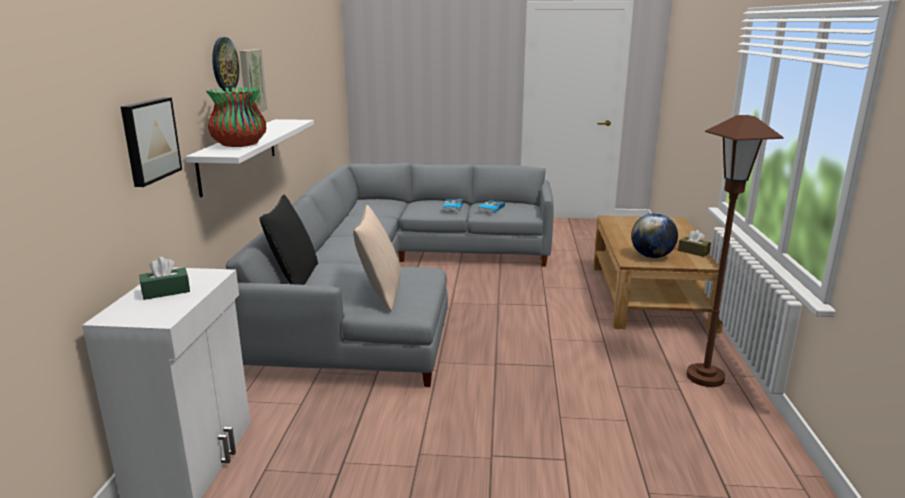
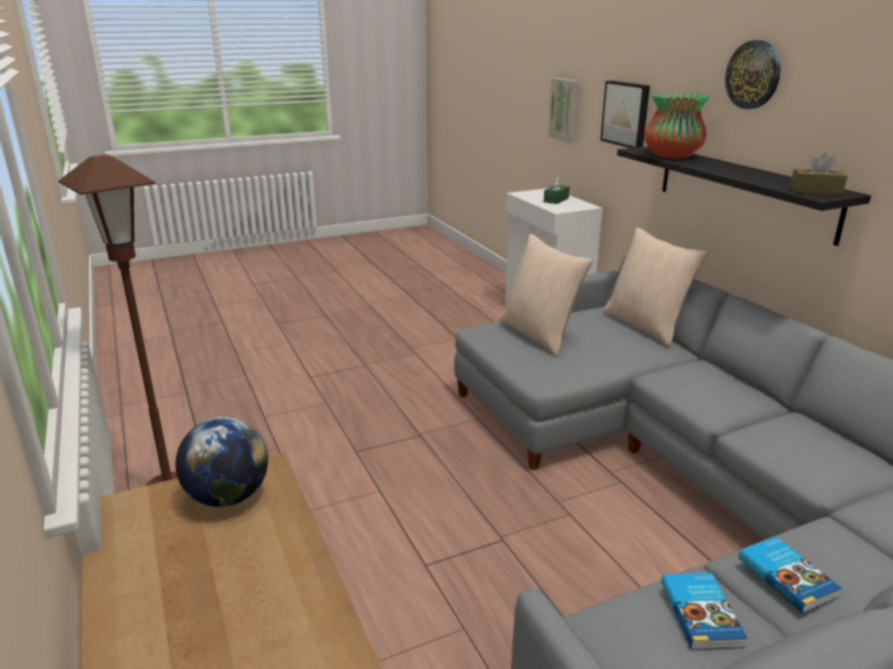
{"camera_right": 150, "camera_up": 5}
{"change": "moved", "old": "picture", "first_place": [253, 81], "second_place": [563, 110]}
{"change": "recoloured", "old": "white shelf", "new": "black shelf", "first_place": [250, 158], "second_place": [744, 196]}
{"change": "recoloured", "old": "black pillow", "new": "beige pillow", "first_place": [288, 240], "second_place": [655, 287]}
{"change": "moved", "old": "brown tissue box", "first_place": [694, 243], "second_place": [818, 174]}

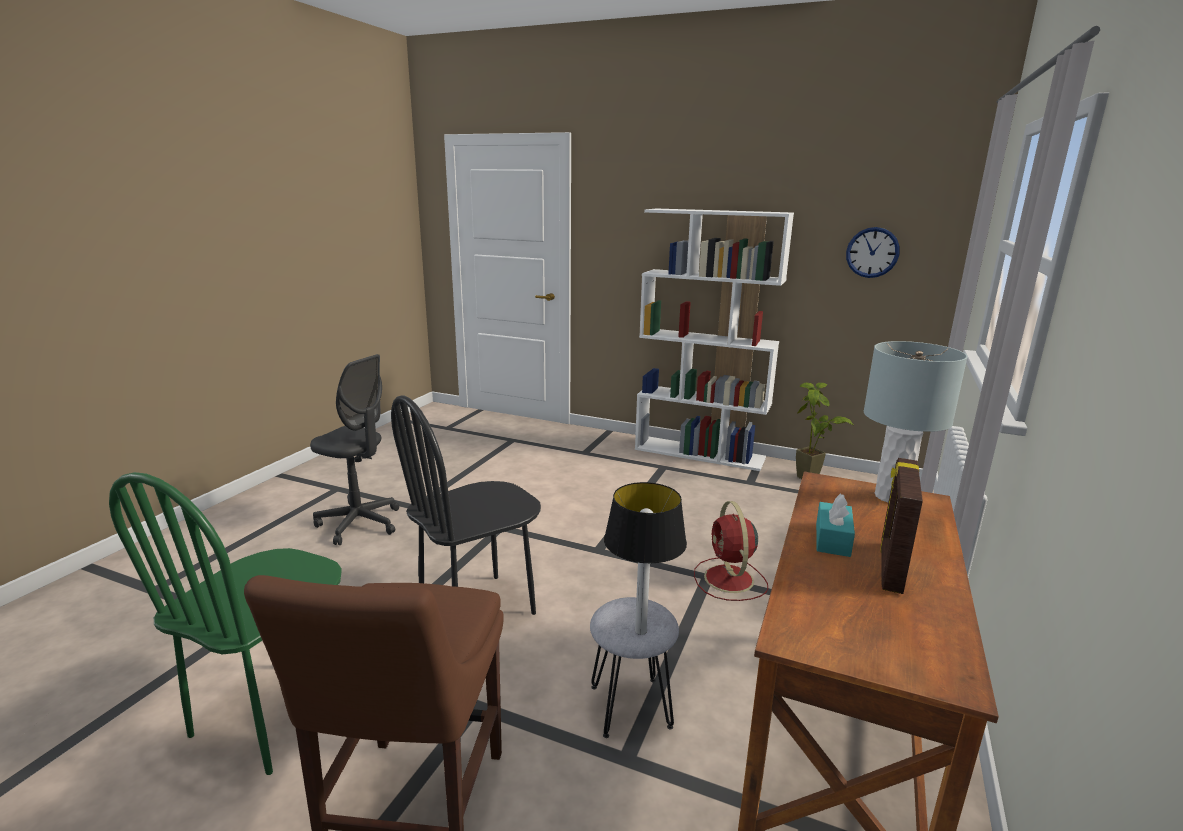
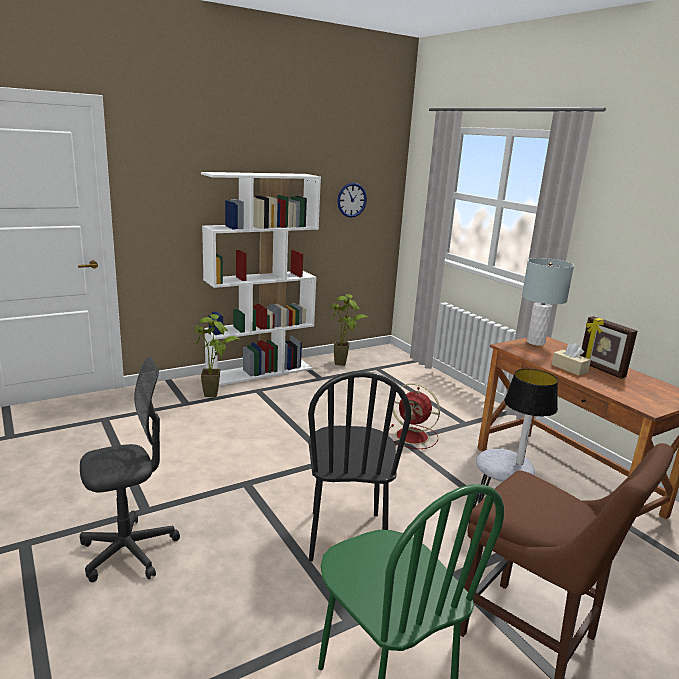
{"camera_right": -55, "camera_up": 0}
{"change": "recoloured", "old": "turquoise tissue box", "new": "beige tissue box", "first_place": [835, 525], "second_place": [571, 359]}
{"change": "added", "new": "potted plant", "second_place": [217, 355]}

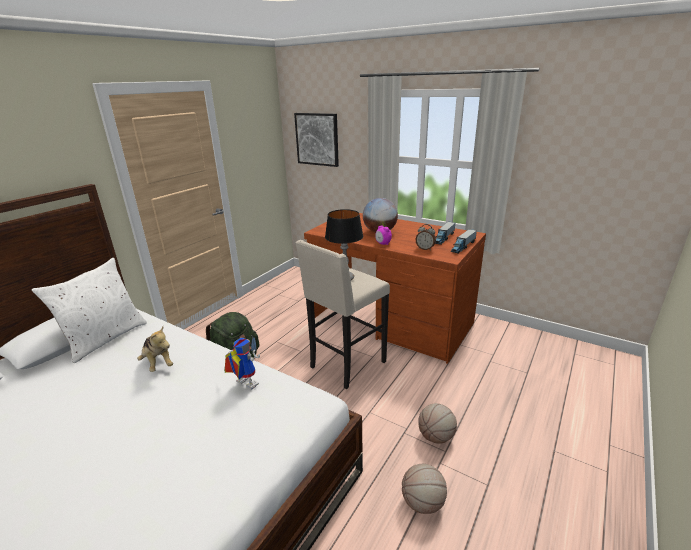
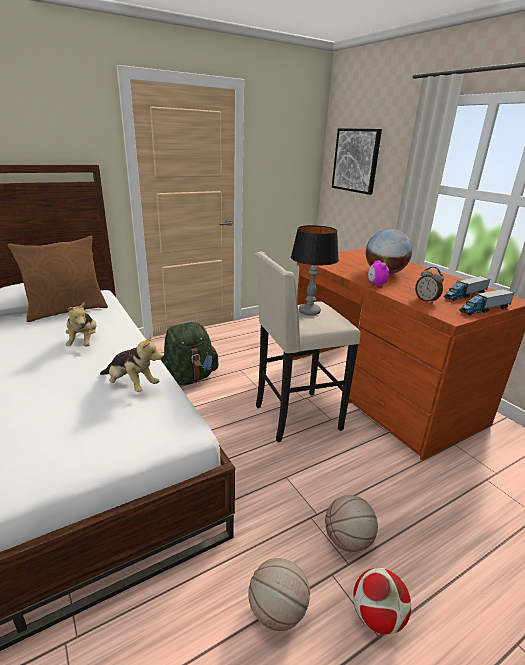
{"camera_right": 25, "camera_up": 0}
{"change": "recoloured", "old": "white pillow", "new": "brown pillow", "first_place": [89, 310], "second_place": [58, 279]}
{"change": "replaced", "old": "toy robot", "new": "plush toy", "first_place": [242, 364], "second_place": [131, 362]}
{"change": "added", "new": "football", "second_place": [382, 601]}

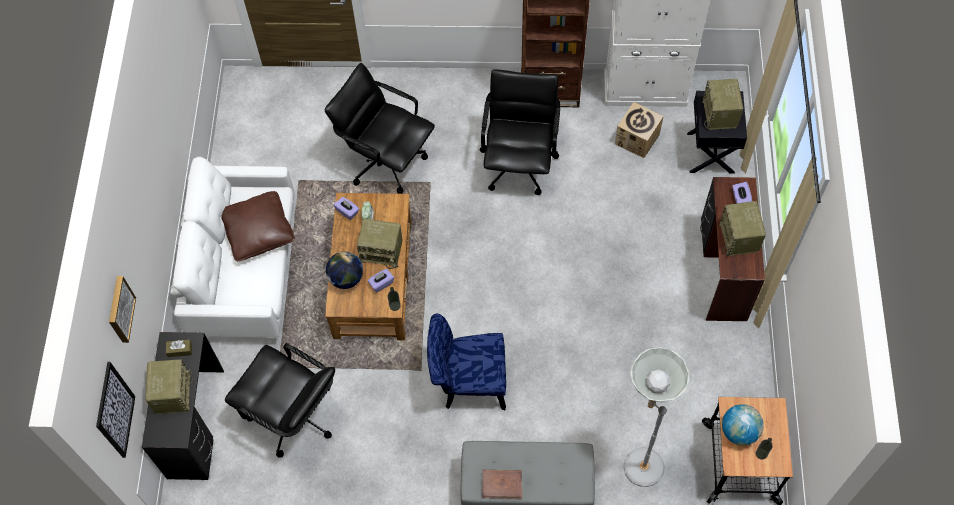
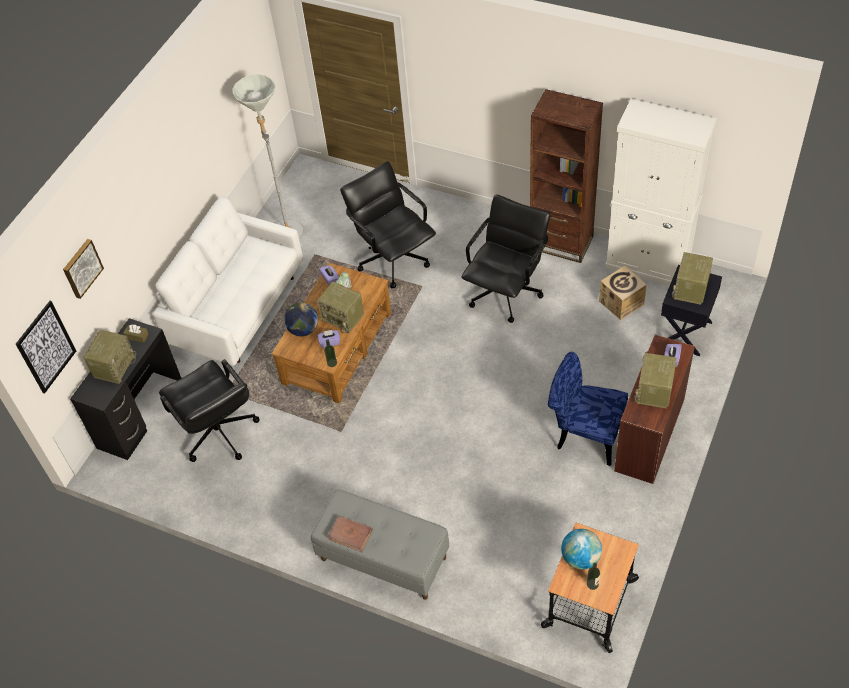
{"camera_right": 25, "camera_up": -10}
{"change": "removed", "old": "brown pillow", "first_place": [258, 226]}
{"change": "moved", "old": "blue chair", "first_place": [466, 362], "second_place": [588, 409]}
{"change": "moved", "old": "grey floor lamp", "first_place": [657, 417], "second_place": [267, 155]}

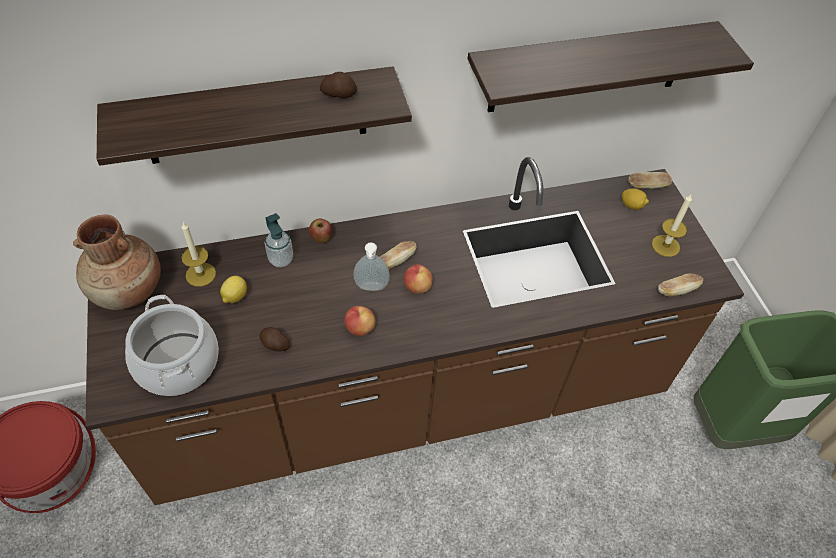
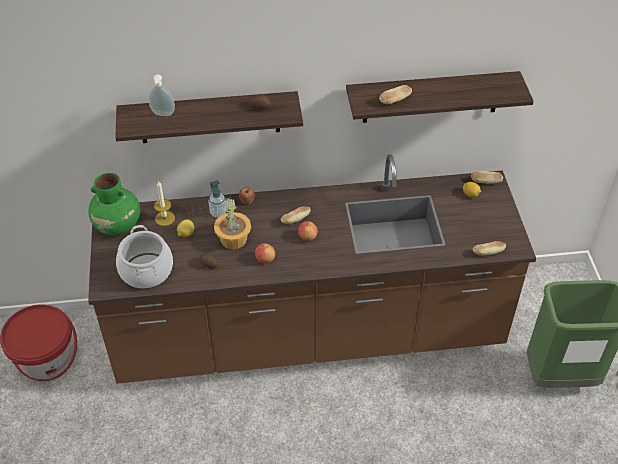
{"camera_right": 10, "camera_up": -5}
{"change": "removed", "old": "candle", "first_place": [672, 225]}
{"change": "recoloured", "old": "brown vase", "new": "green vase", "first_place": [117, 262], "second_place": [114, 204]}
{"change": "moved", "old": "soap dispenser", "first_place": [371, 266], "second_place": [162, 95]}
{"change": "added", "new": "bread", "second_place": [395, 94]}
{"change": "added", "new": "potted plant", "second_place": [232, 223]}

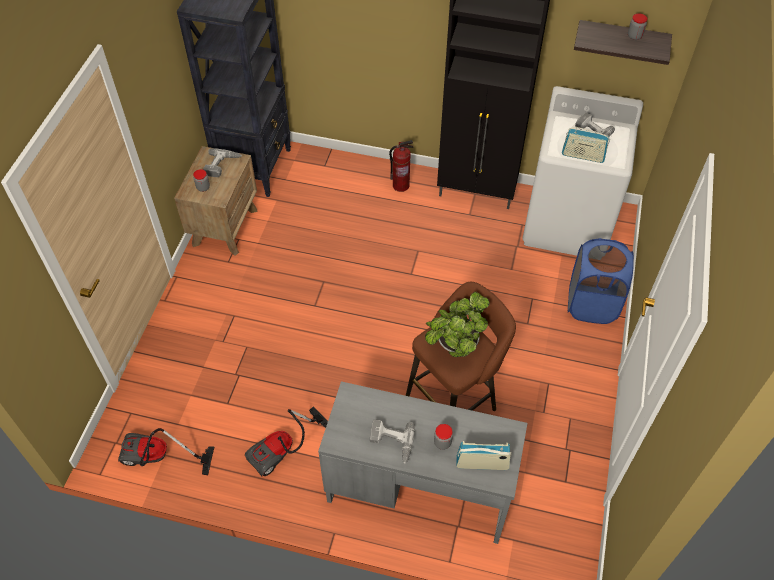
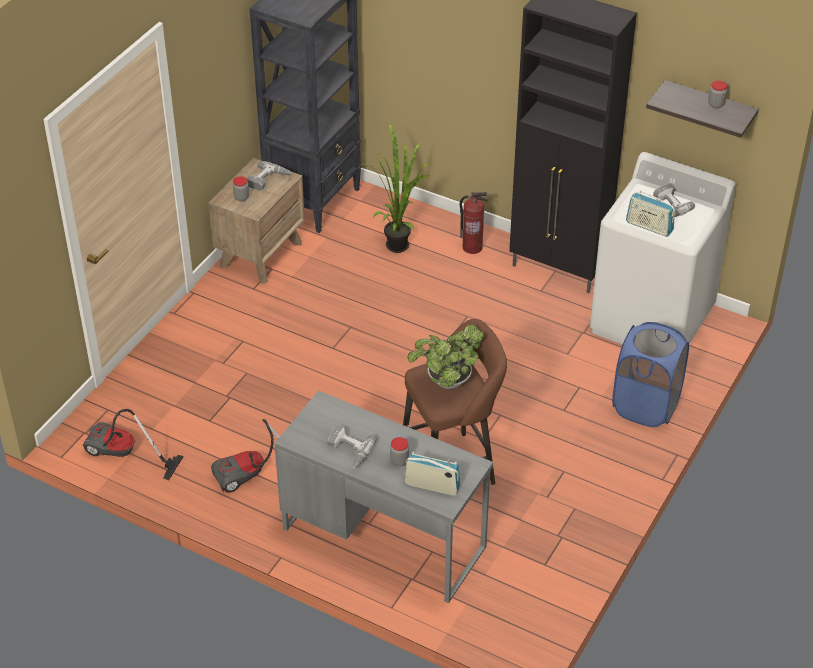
{"camera_right": 15, "camera_up": -10}
{"change": "added", "new": "potted plant", "second_place": [396, 187]}

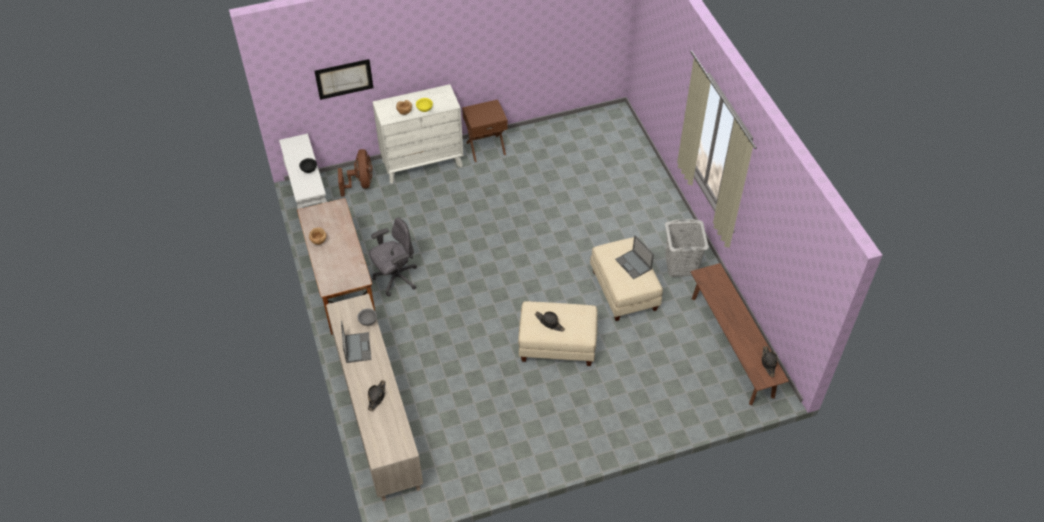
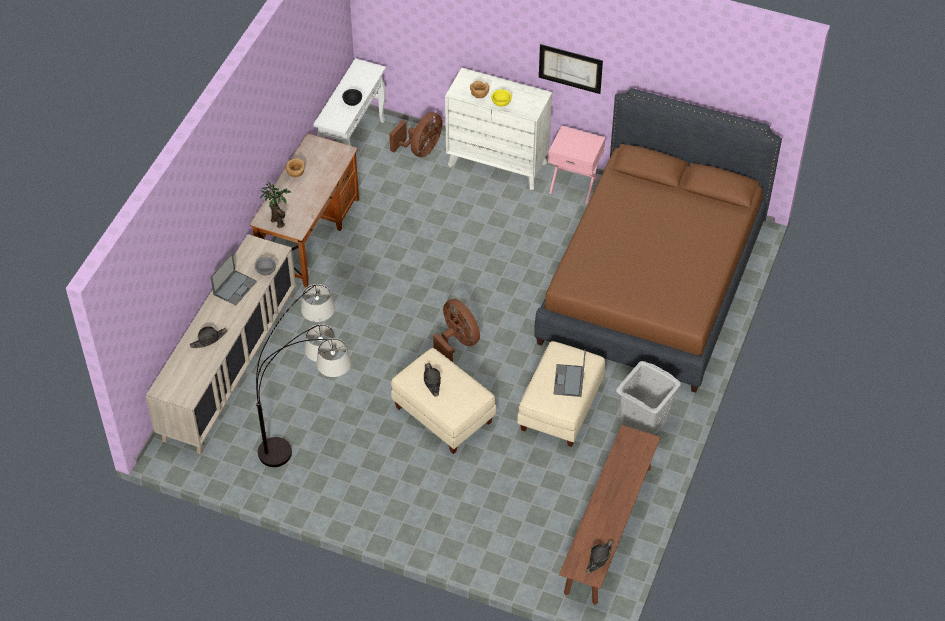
{"camera_right": 40, "camera_up": 0}
{"change": "moved", "old": "picture", "first_place": [343, 79], "second_place": [571, 69]}
{"change": "recoloured", "old": "brown nightstand", "new": "pink nightstand", "first_place": [485, 130], "second_place": [576, 165]}
{"change": "removed", "old": "grey office chair", "first_place": [393, 257]}
{"change": "added", "new": "brown bed", "second_place": [658, 240]}
{"change": "added", "new": "potted plant", "second_place": [275, 204]}
{"change": "added", "new": "floor lamp", "second_place": [303, 375]}
{"change": "added", "new": "brown fan", "second_place": [456, 330]}

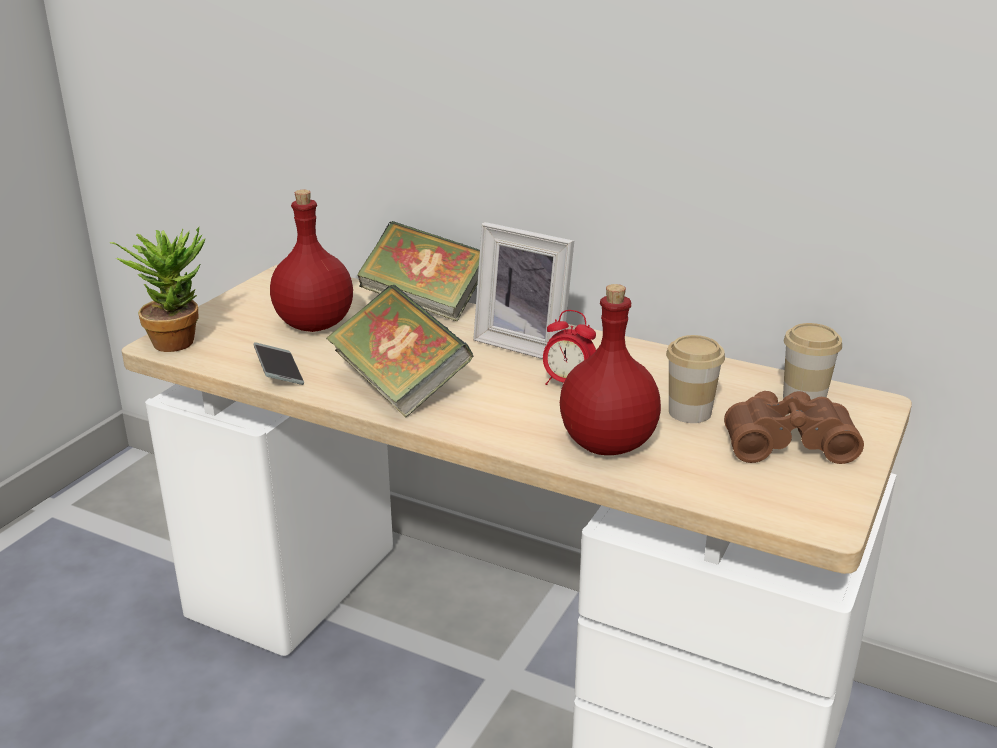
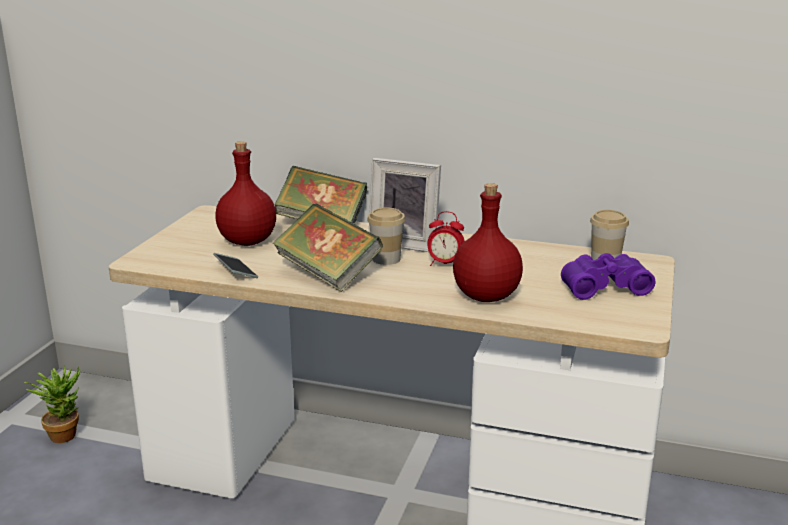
{"camera_right": -10, "camera_up": -5}
{"change": "moved", "old": "potted plant", "first_place": [157, 289], "second_place": [52, 404]}
{"change": "moved", "old": "cup", "first_place": [695, 379], "second_place": [386, 236]}
{"change": "recoloured", "old": "brown binoculars", "new": "purple binoculars", "first_place": [794, 427], "second_place": [608, 276]}

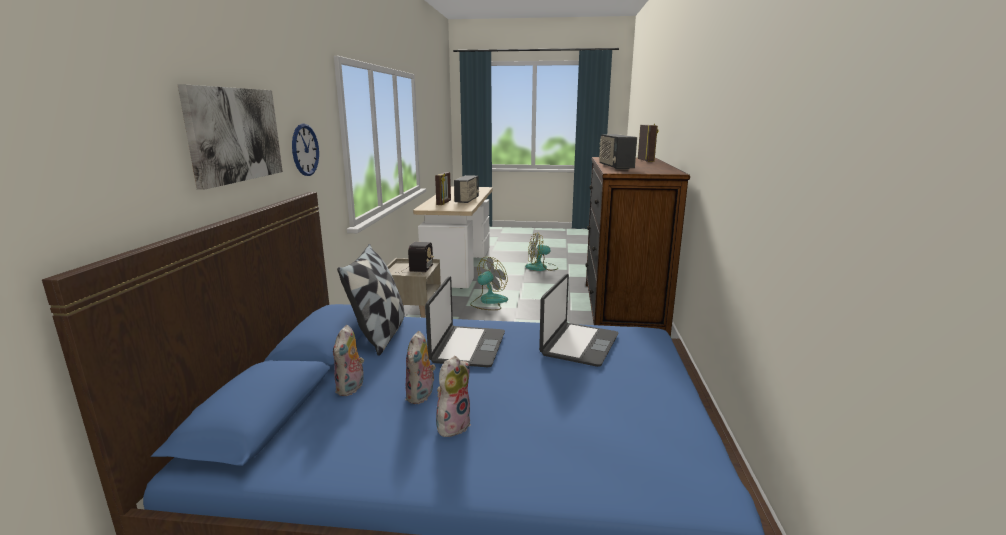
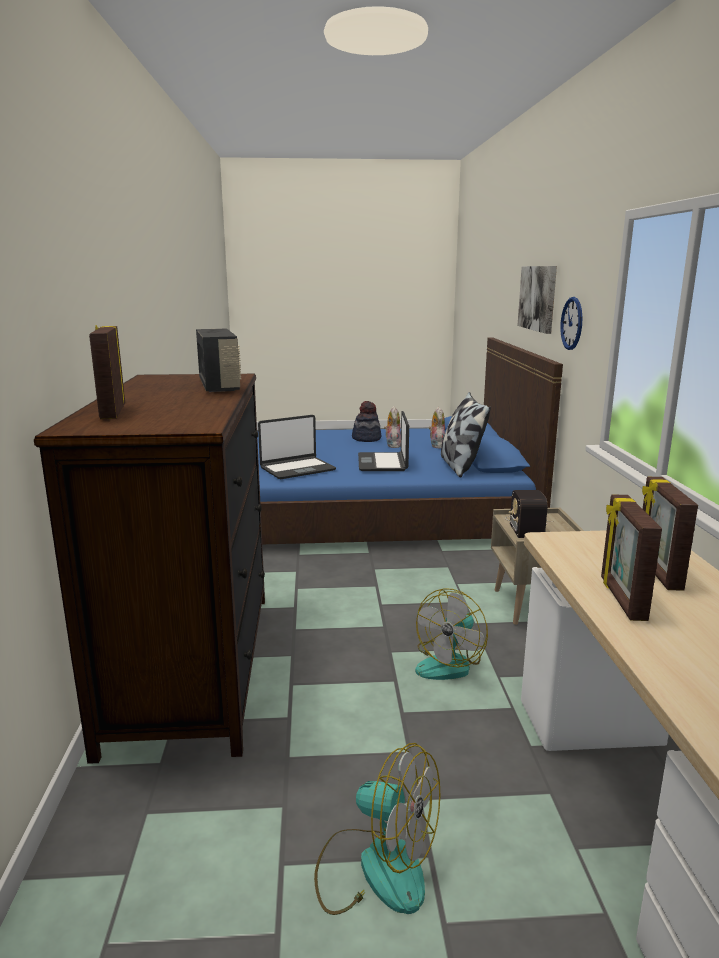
{"camera_right": 170, "camera_up": 0}
{"change": "replaced", "old": "radio", "new": "picture frame", "first_place": [466, 189], "second_place": [631, 558]}
{"change": "turned", "old": "fan", "first_place": [541, 252], "second_place": [377, 829], "degrees": 45}
{"change": "turned", "old": "laptop", "first_place": [579, 320], "second_place": [297, 447], "degrees": -135}
{"change": "replaced", "old": "plush toy", "new": "hat", "first_place": [453, 396], "second_place": [366, 421]}

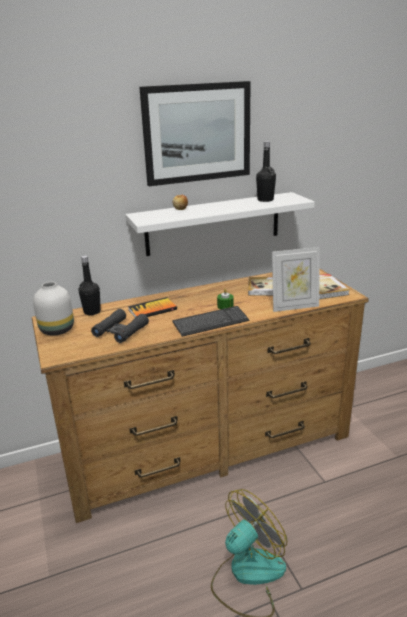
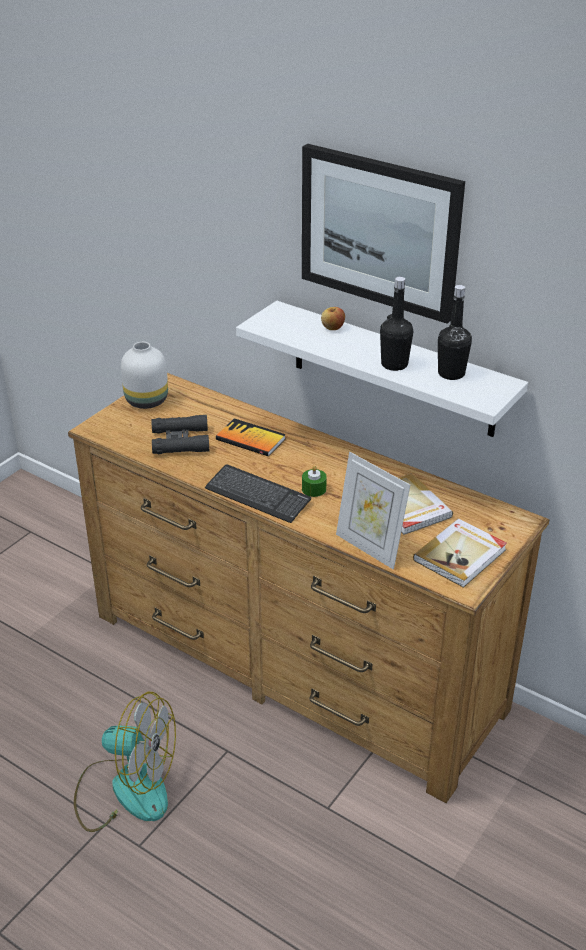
{"camera_right": 55, "camera_up": 10}
{"change": "moved", "old": "black bottle", "first_place": [89, 285], "second_place": [396, 324]}

